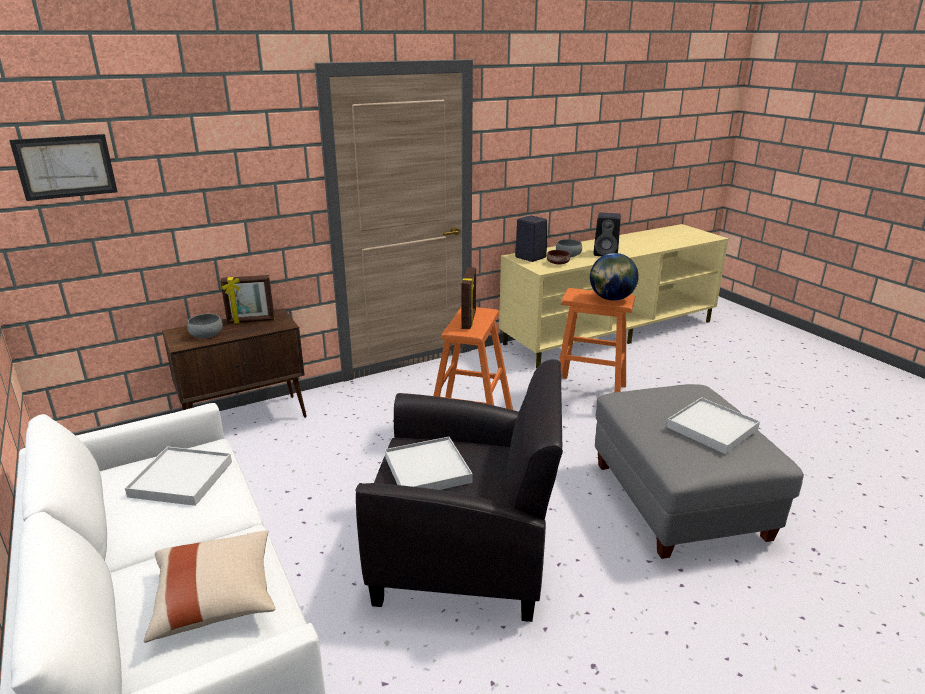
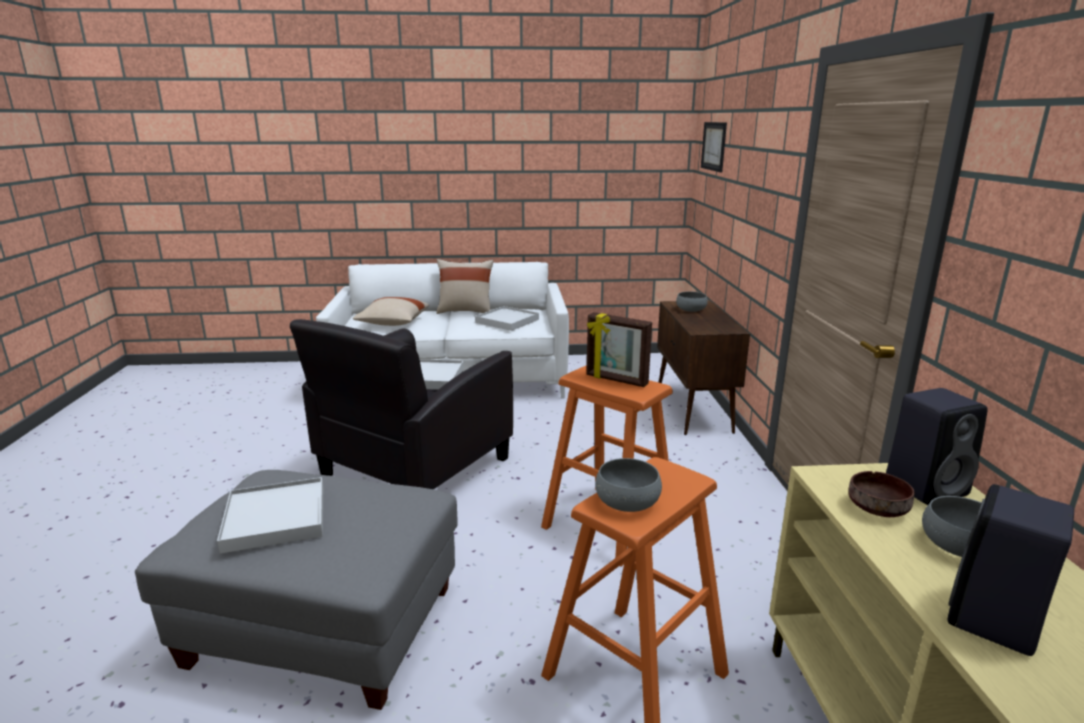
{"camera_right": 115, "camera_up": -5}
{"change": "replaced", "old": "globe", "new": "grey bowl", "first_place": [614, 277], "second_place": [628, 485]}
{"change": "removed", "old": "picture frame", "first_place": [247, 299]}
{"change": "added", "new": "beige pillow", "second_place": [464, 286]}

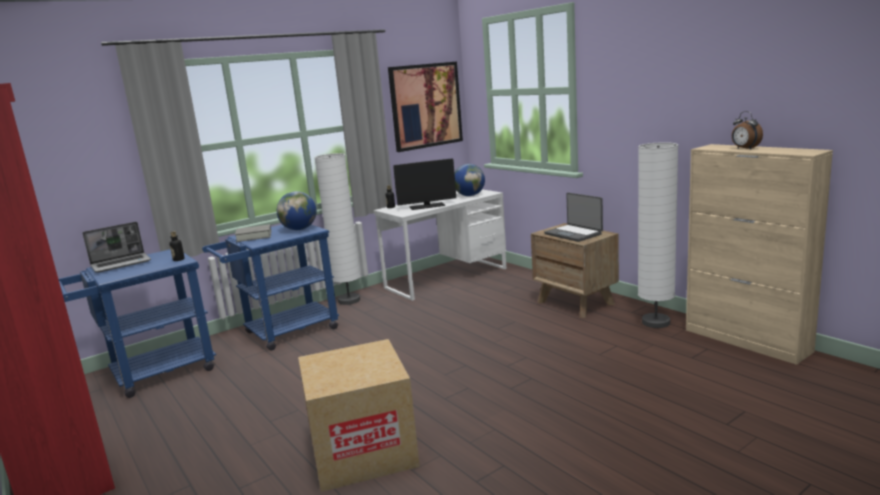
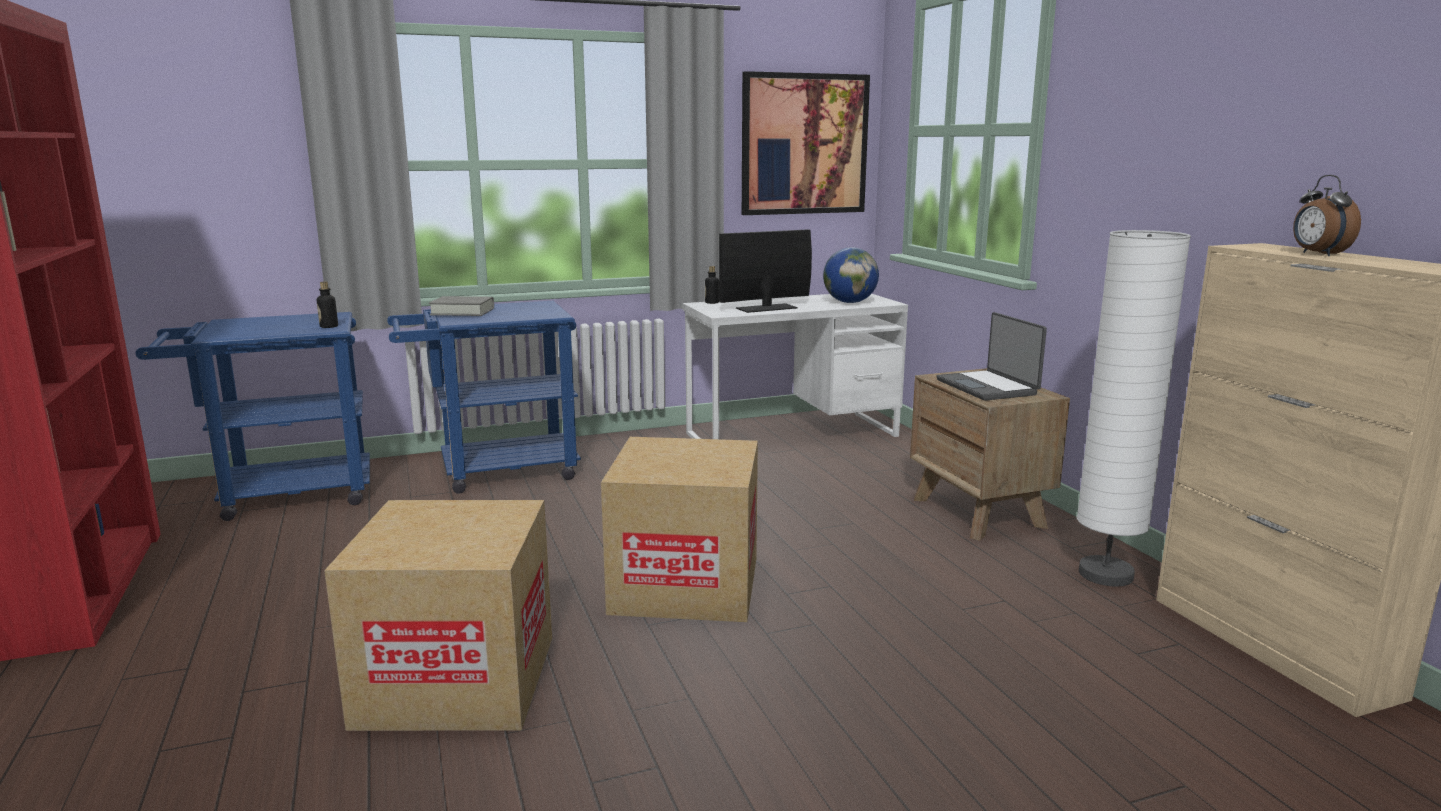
{"camera_right": 15, "camera_up": 0}
{"change": "removed", "old": "white floor lamp", "first_place": [337, 229]}
{"change": "turned", "old": "monitor", "first_place": [424, 184], "second_place": [765, 271], "degrees": 150}
{"change": "removed", "old": "globe", "first_place": [297, 210]}
{"change": "removed", "old": "laptop", "first_place": [116, 247]}
{"change": "added", "new": "cardboard box", "second_place": [679, 529]}

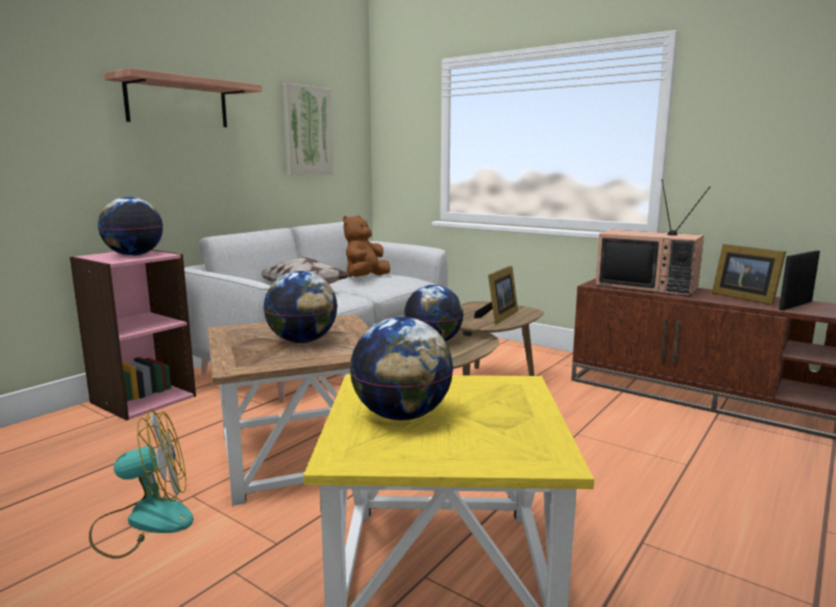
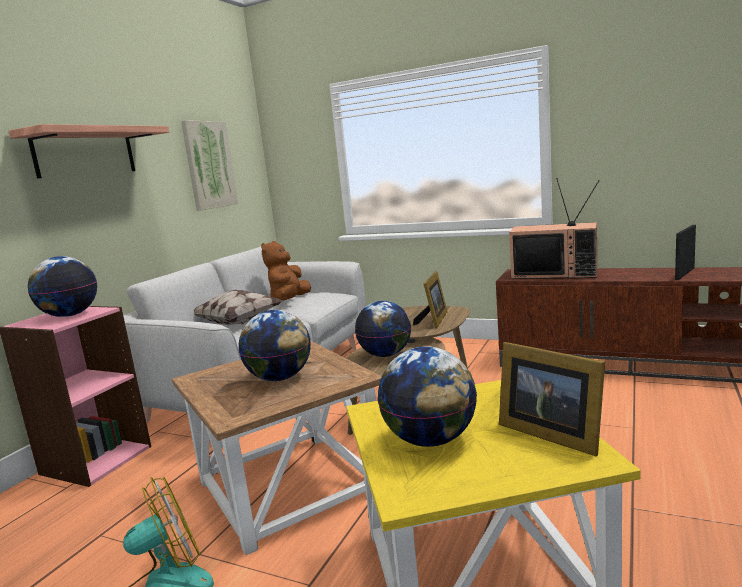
{"camera_right": -10, "camera_up": 0}
{"change": "moved", "old": "picture frame", "first_place": [749, 274], "second_place": [552, 399]}

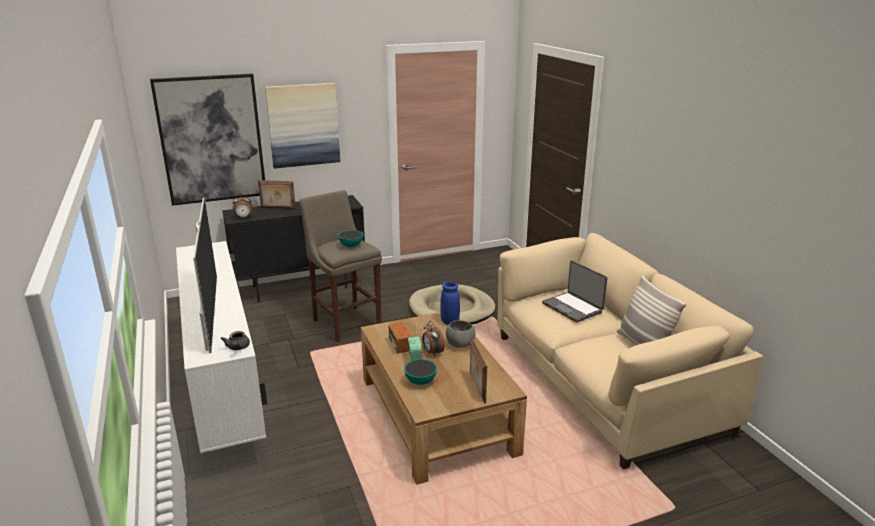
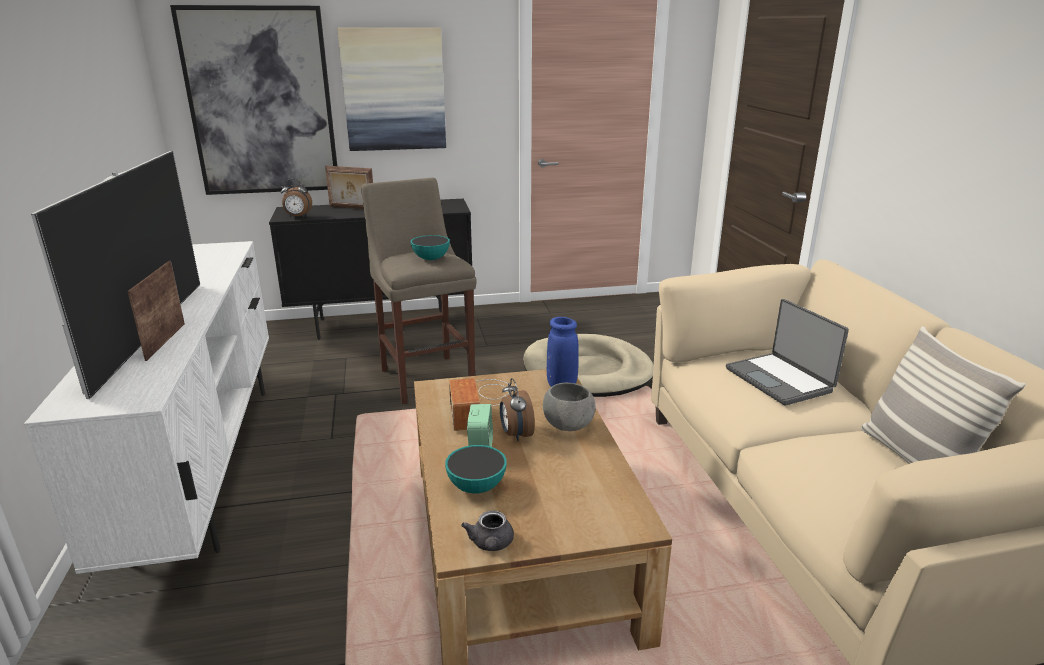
{"camera_right": 10, "camera_up": 0}
{"change": "moved", "old": "grey teapot", "first_place": [235, 340], "second_place": [487, 531]}
{"change": "moved", "old": "picture frame", "first_place": [478, 370], "second_place": [156, 311]}

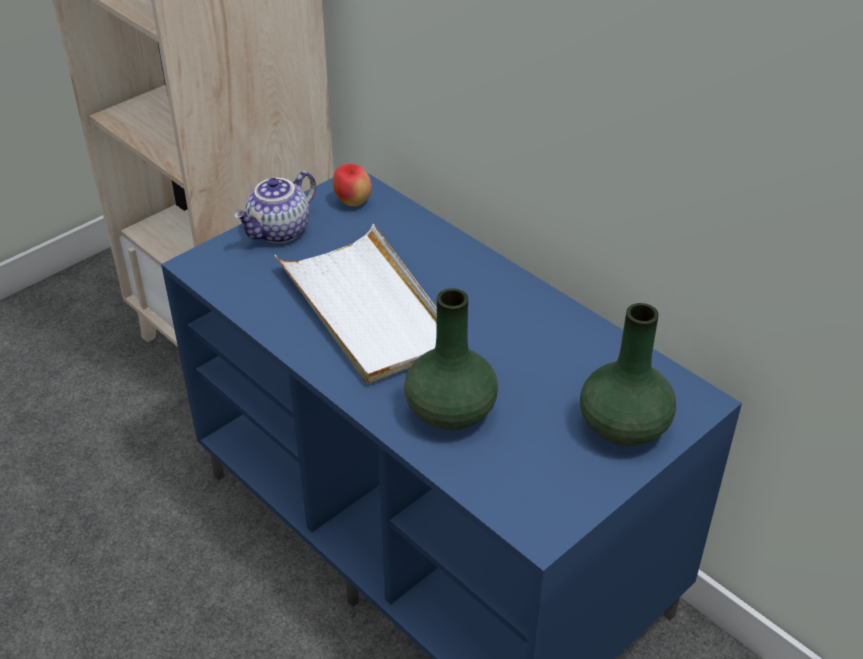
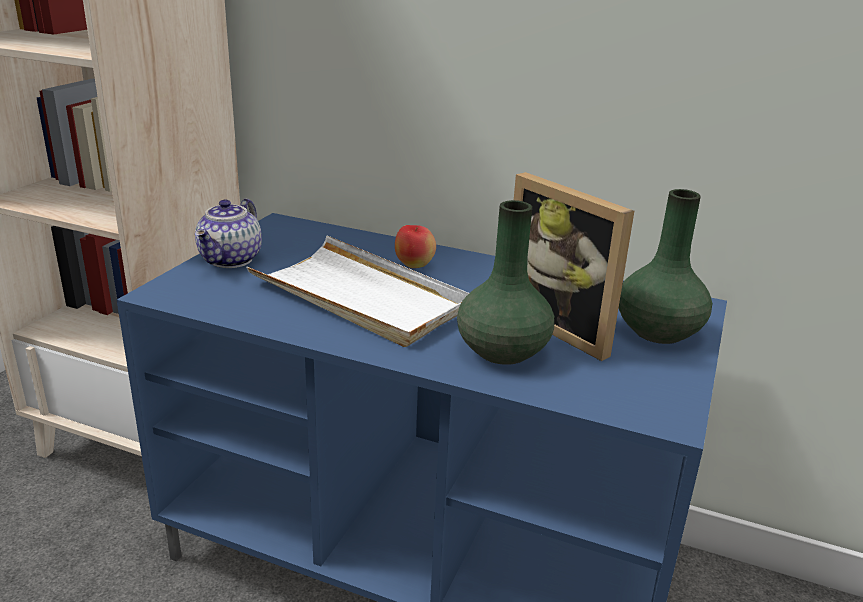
{"camera_right": -25, "camera_up": -15}
{"change": "moved", "old": "apple", "first_place": [352, 185], "second_place": [415, 246]}
{"change": "added", "new": "picture frame", "second_place": [574, 266]}

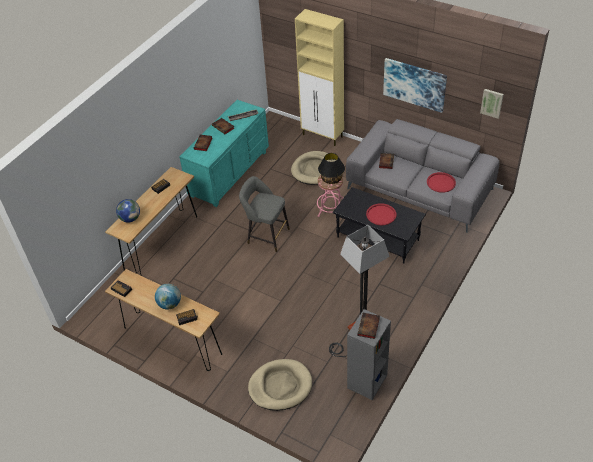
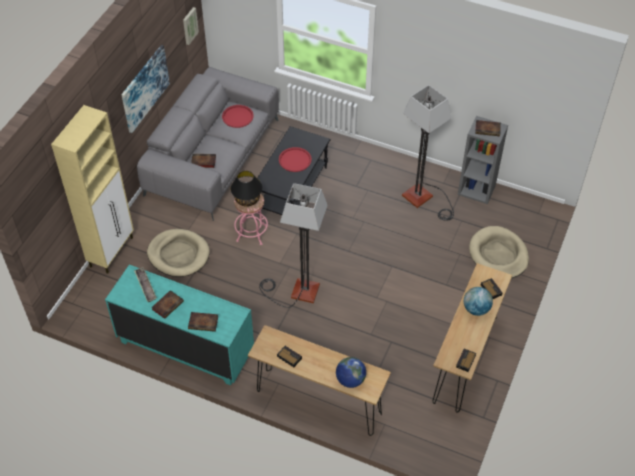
{"camera_right": -100, "camera_up": 5}
{"change": "replaced", "old": "grey stool", "new": "floor lamp", "first_place": [264, 214], "second_place": [293, 245]}

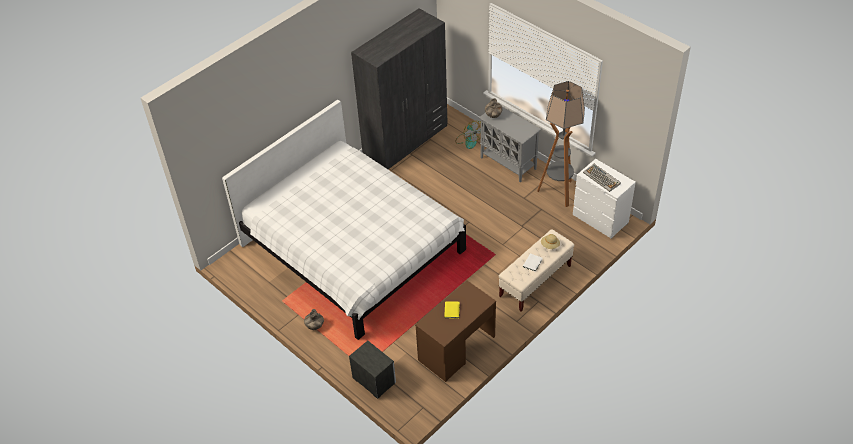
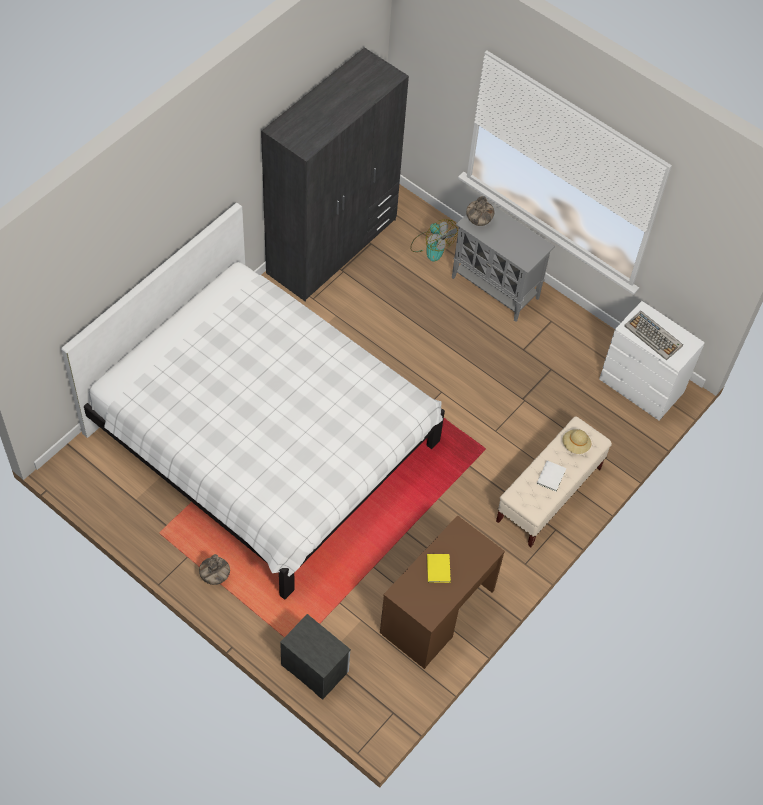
{"camera_right": -10, "camera_up": 10}
{"change": "removed", "old": "floor lamp", "first_place": [561, 144]}

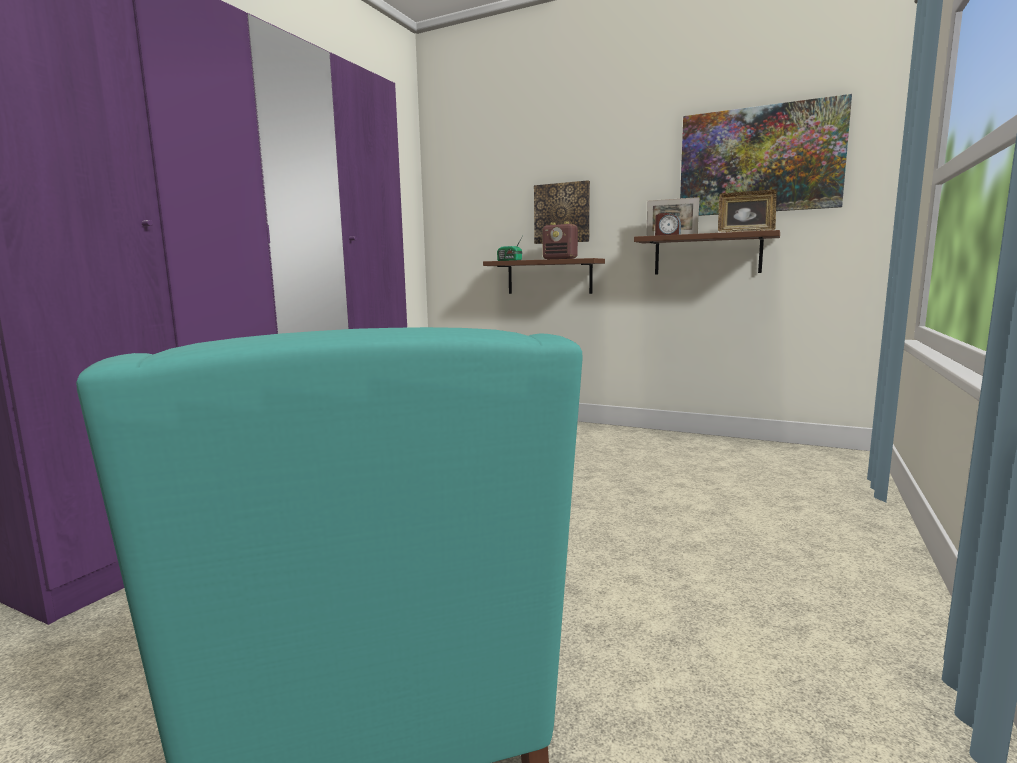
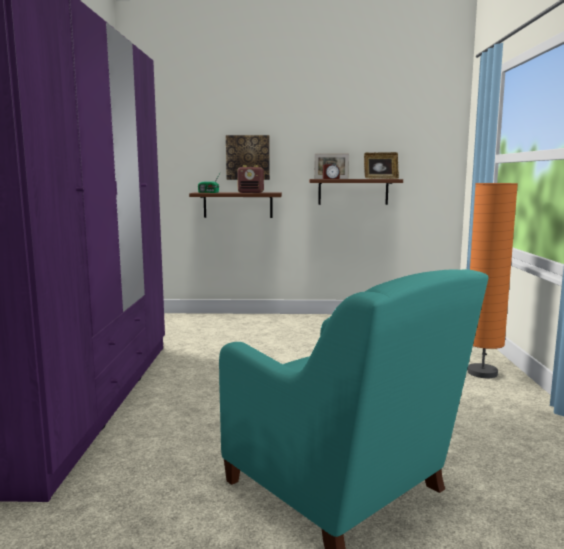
{"camera_right": -25, "camera_up": 0}
{"change": "removed", "old": "picture", "first_place": [766, 155]}
{"change": "added", "new": "orange floor lamp", "second_place": [492, 280]}

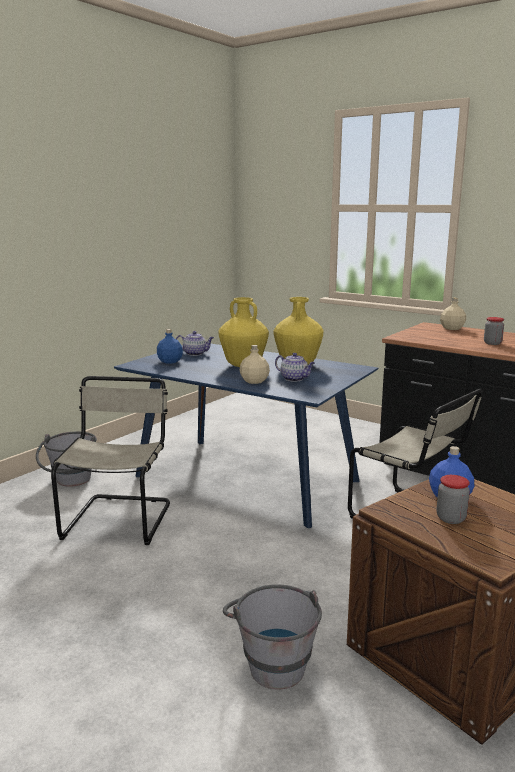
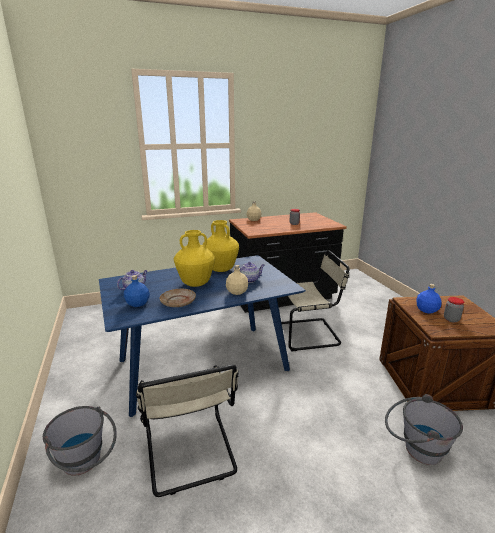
{"camera_right": -55, "camera_up": 5}
{"change": "turned", "old": "beige chair", "first_place": [110, 460], "second_place": [187, 430], "degrees": -150}
{"change": "added", "new": "beige plate", "second_place": [178, 298]}

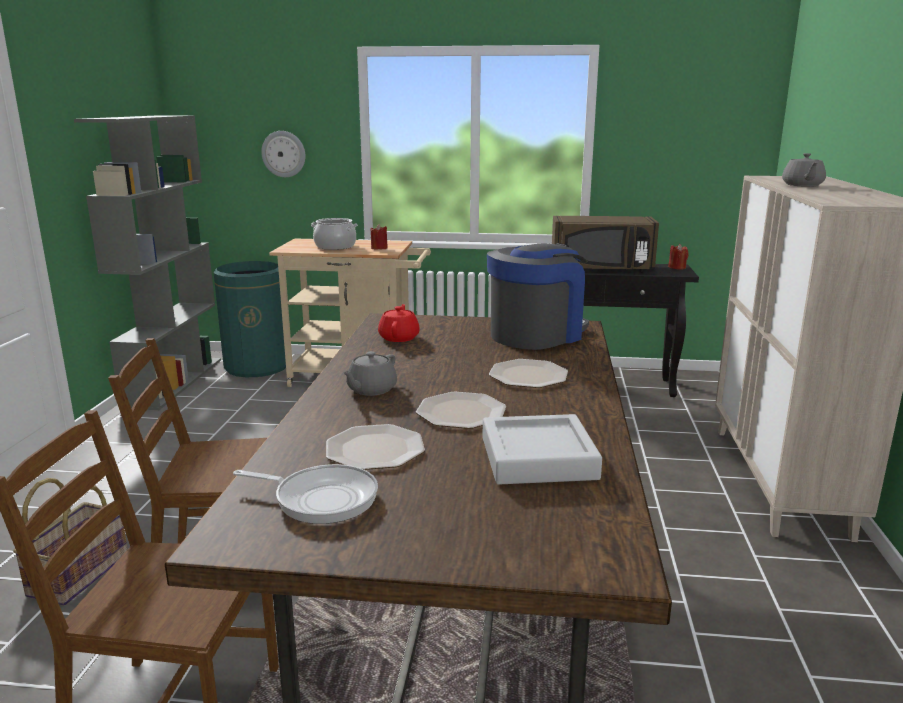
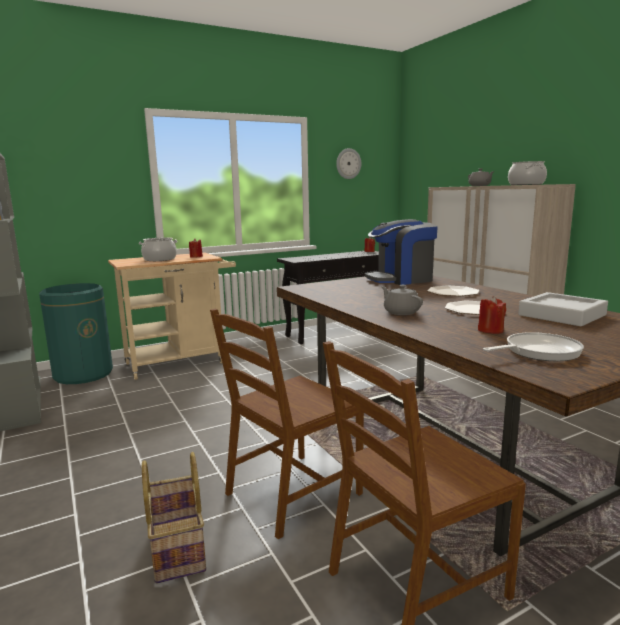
{"camera_right": -35, "camera_up": -5}
{"change": "moved", "old": "wall clock", "first_place": [283, 154], "second_place": [348, 163]}
{"change": "removed", "old": "brown microwave", "first_place": [605, 244]}
{"change": "turned", "old": "coffee machine", "first_place": [538, 296], "second_place": [401, 252], "degrees": -120}
{"change": "removed", "old": "red teapot", "first_place": [399, 323]}
{"change": "turned", "old": "grey teapot", "first_place": [370, 373], "second_place": [402, 300], "degrees": 150}
{"change": "replaced", "old": "plate", "new": "red candle", "first_place": [375, 447], "second_place": [492, 315]}
{"change": "added", "new": "cooking pot", "second_place": [527, 173]}

